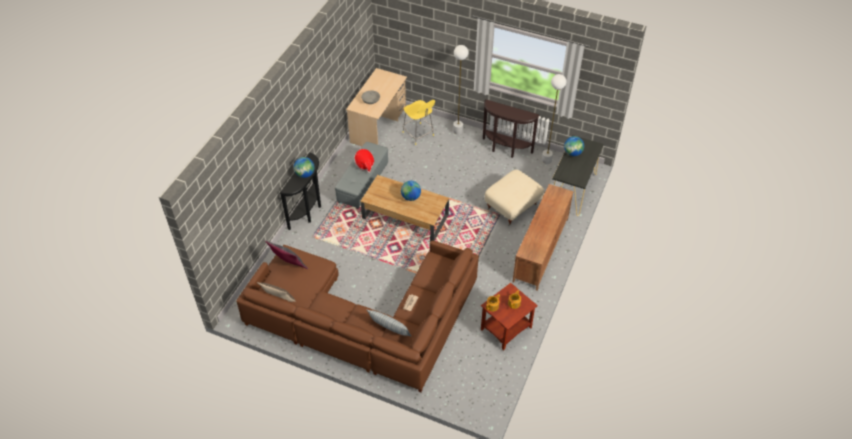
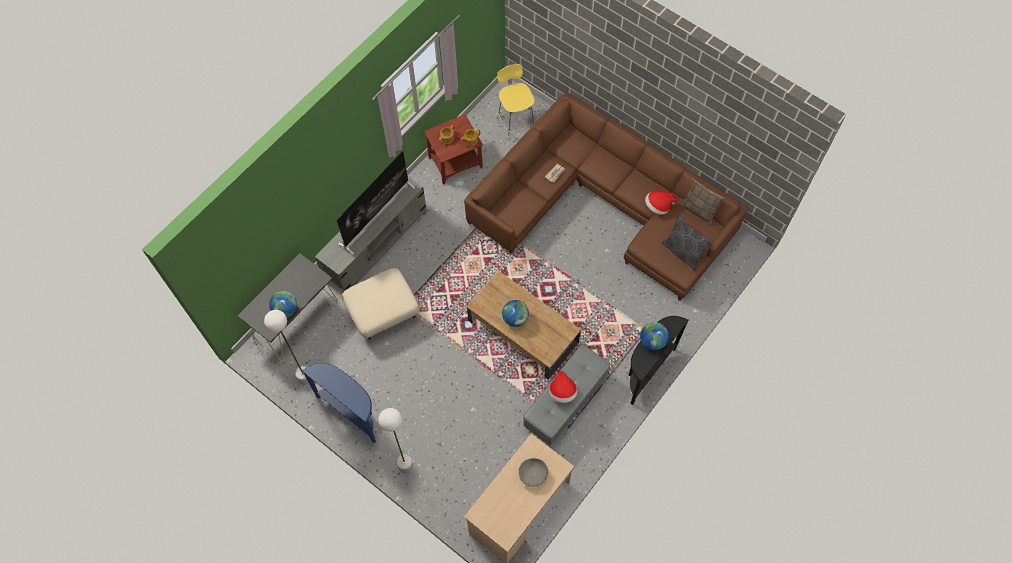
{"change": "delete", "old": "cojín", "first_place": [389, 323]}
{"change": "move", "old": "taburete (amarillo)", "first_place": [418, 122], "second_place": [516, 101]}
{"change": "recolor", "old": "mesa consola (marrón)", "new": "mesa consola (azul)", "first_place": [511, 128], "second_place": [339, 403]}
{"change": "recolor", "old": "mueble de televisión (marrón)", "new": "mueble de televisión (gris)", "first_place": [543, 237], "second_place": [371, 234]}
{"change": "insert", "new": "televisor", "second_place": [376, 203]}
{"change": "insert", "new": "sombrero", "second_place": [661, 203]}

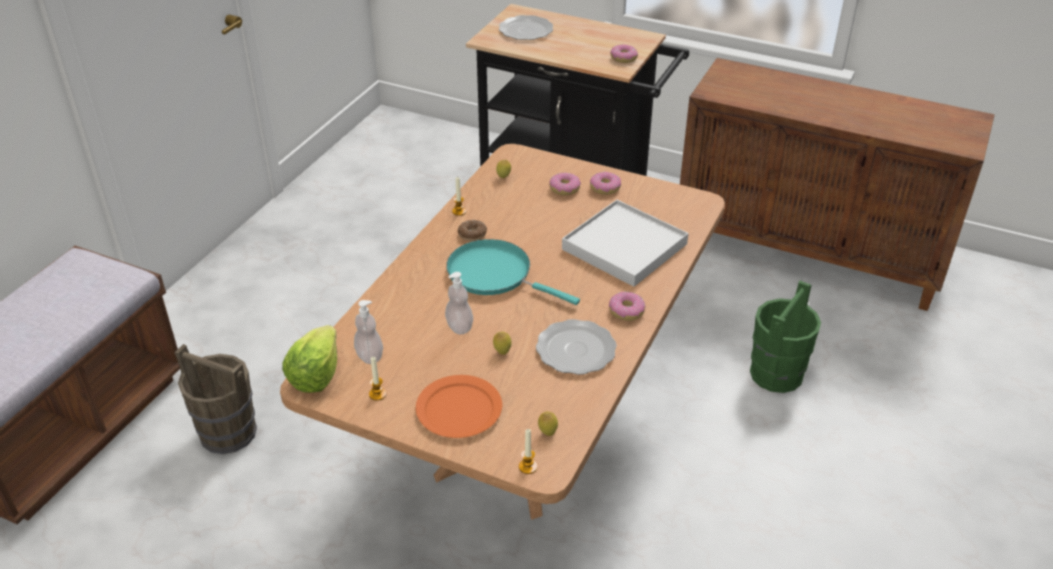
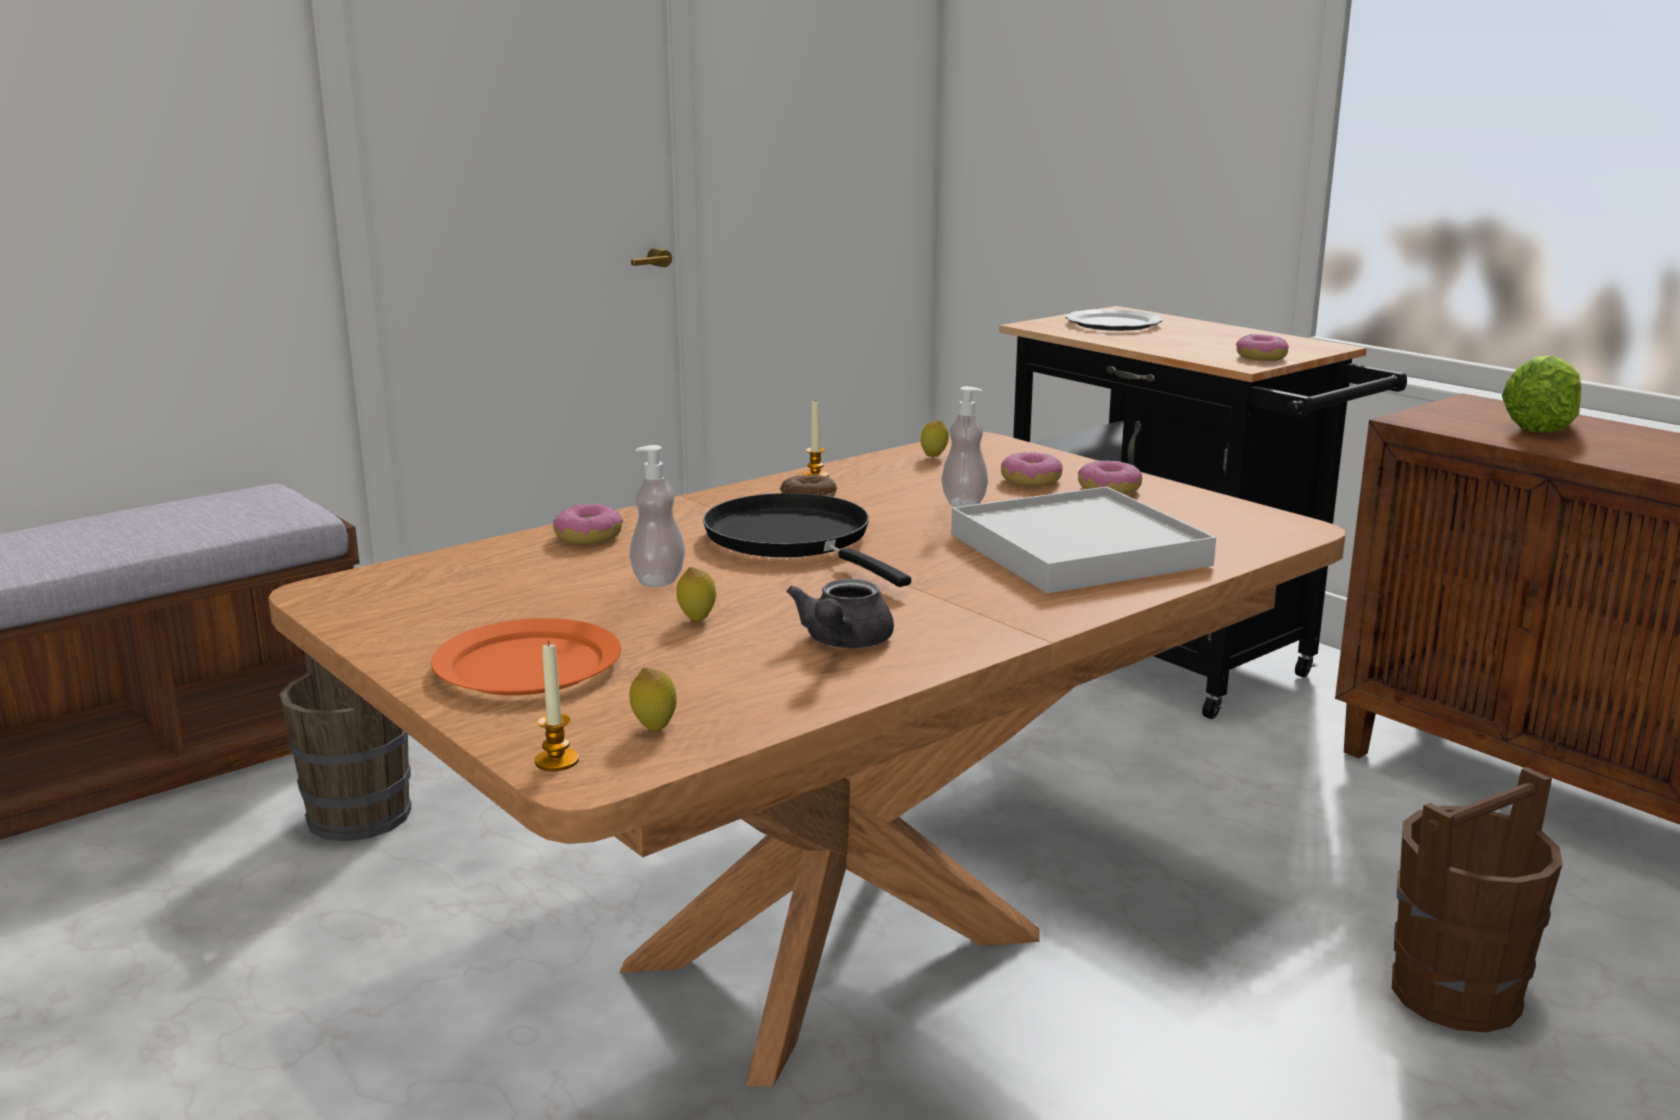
{"change": "move", "old": "lechuga", "first_place": [309, 359], "second_place": [1541, 393]}
{"change": "move", "old": "dispensador de jabón", "first_place": [368, 332], "second_place": [964, 446]}
{"change": "delete", "old": "vela", "first_place": [377, 379]}
{"change": "recolor", "old": "sartén (turquesa)", "new": "sartén (negro)", "first_place": [513, 272], "second_place": [807, 540]}
{"change": "replace", "old": "plato", "new": "tetera (gris)", "first_place": [576, 347], "second_place": [840, 613]}
{"change": "move", "old": "rosquilla", "first_place": [627, 306], "second_place": [588, 524]}
{"change": "recolor", "old": "cubo (verde)", "new": "cubo (marrón)", "first_place": [785, 336], "second_place": [1477, 899]}

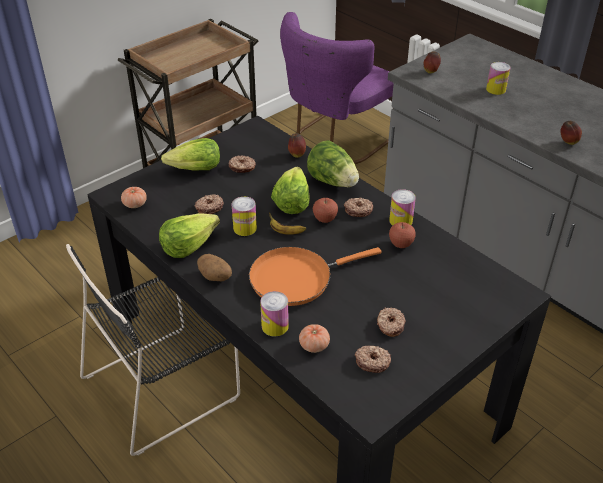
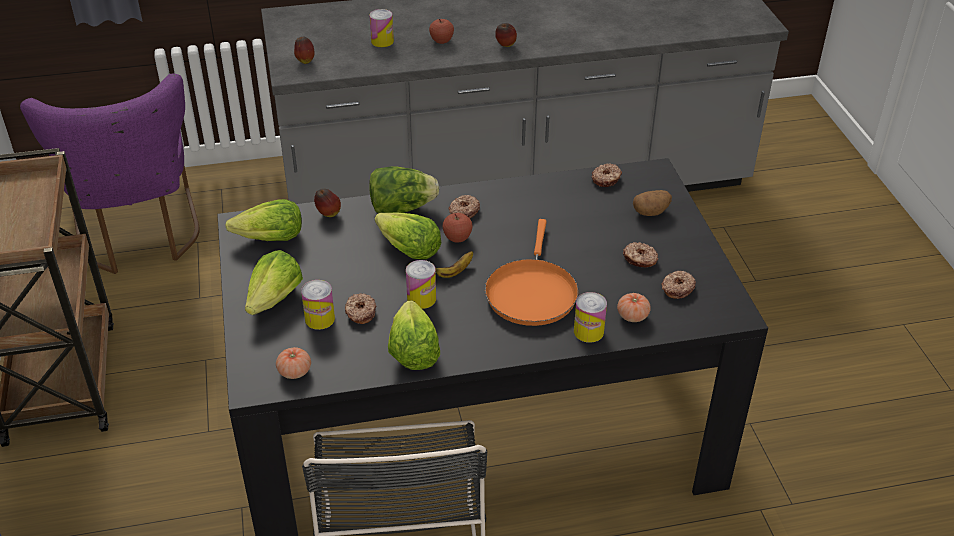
{"change": "move", "old": "patata", "first_place": [214, 267], "second_place": [652, 203]}
{"change": "move", "old": "rosquilla", "first_place": [242, 164], "second_place": [607, 175]}
{"change": "move", "old": "lata", "first_place": [402, 207], "second_place": [318, 305]}
{"change": "move", "old": "manzana", "first_place": [402, 235], "second_place": [441, 31]}
{"change": "insert", "new": "lechuga", "second_place": [263, 220]}

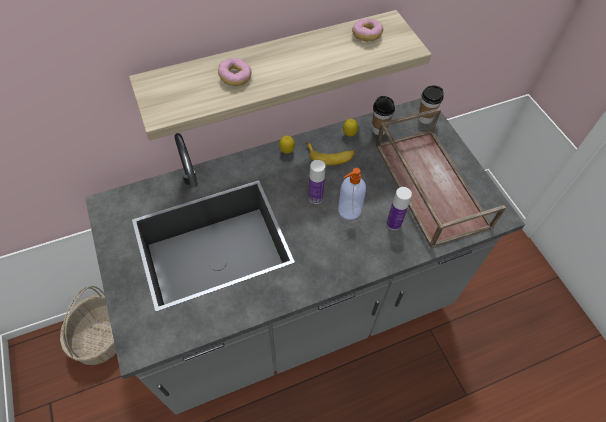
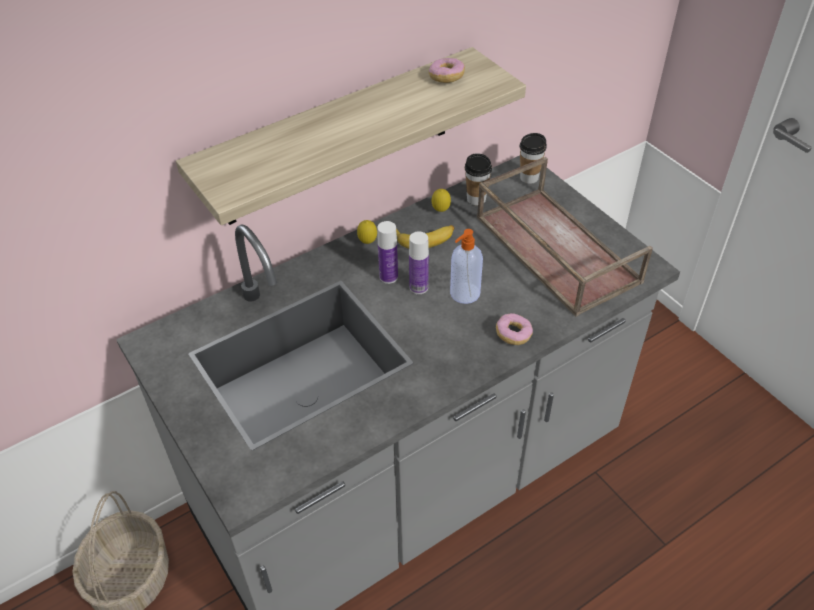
{"change": "move", "old": "rosquilla", "first_place": [235, 72], "second_place": [514, 329]}
{"change": "move", "old": "botella", "first_place": [399, 208], "second_place": [387, 252]}

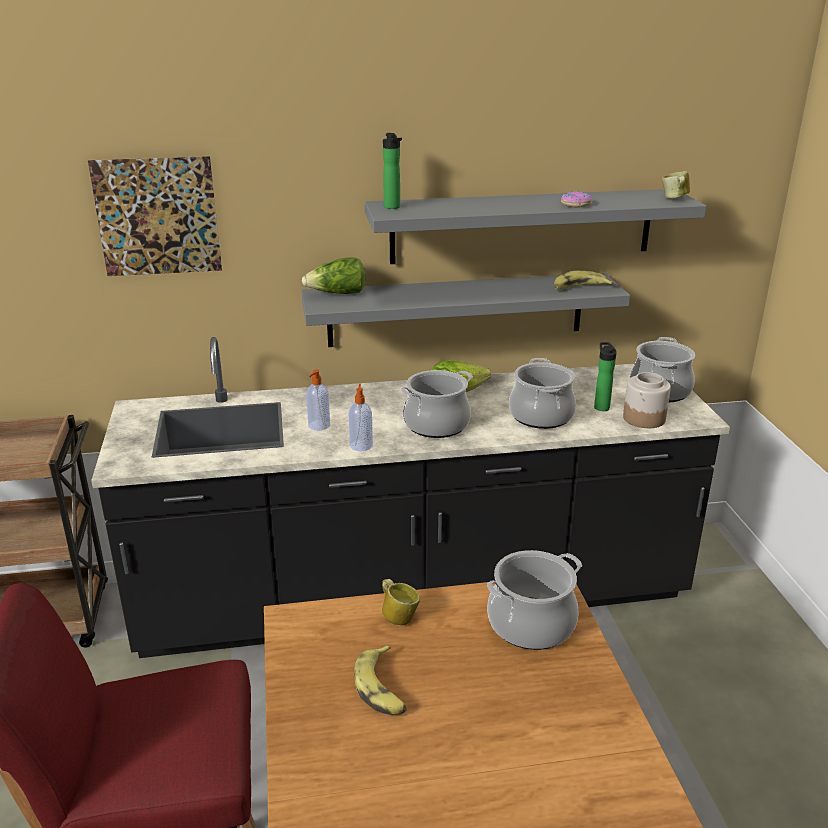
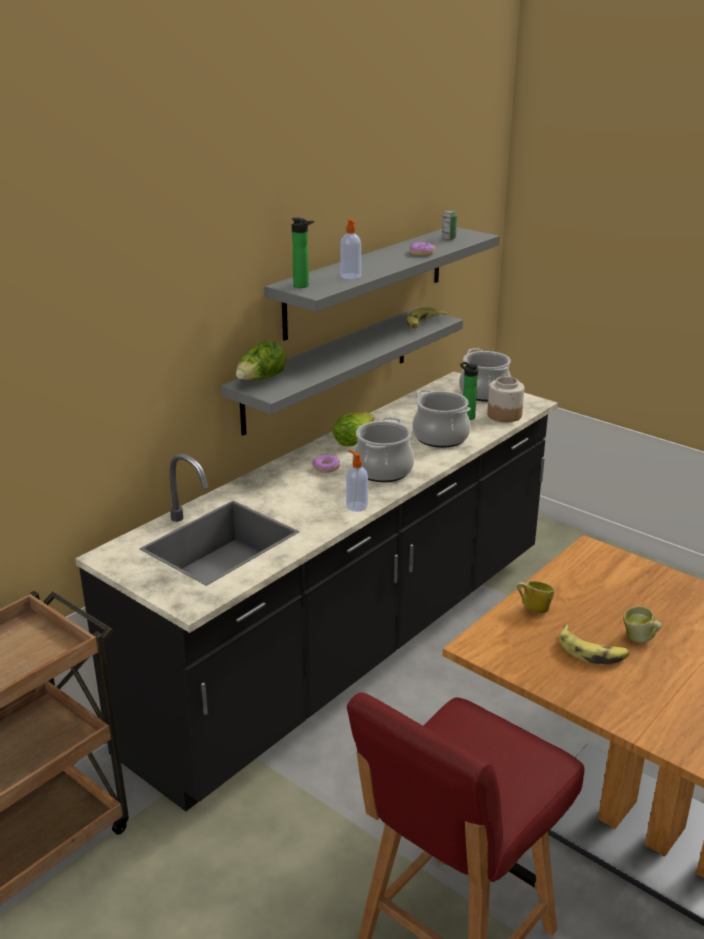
{"change": "delete", "old": "cuadro", "first_place": [155, 216]}
{"change": "move", "old": "dispensador de jabón", "first_place": [318, 400], "second_place": [350, 249]}
{"change": "delete", "old": "olla", "first_place": [534, 600]}
{"change": "move", "old": "taza grande", "first_place": [676, 185], "second_place": [642, 624]}
{"change": "insert", "new": "rosquilla", "second_place": [326, 463]}
{"change": "insert", "new": "lata", "second_place": [449, 225]}

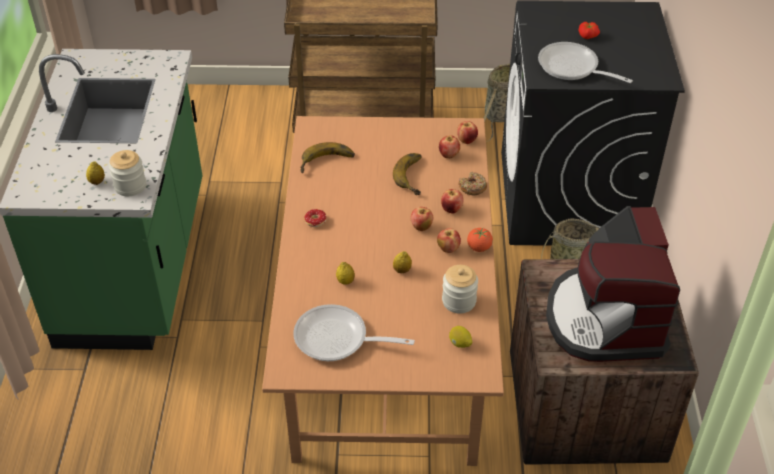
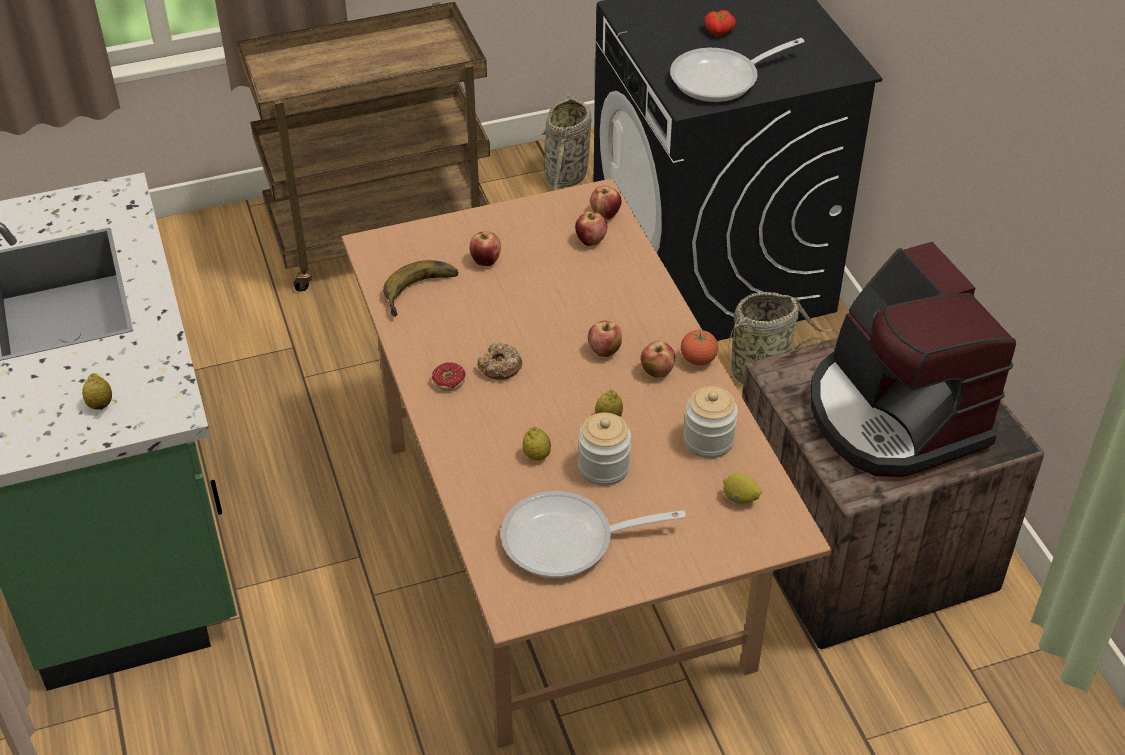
{"change": "move", "old": "tarro", "first_place": [127, 173], "second_place": [604, 449]}
{"change": "delete", "old": "plátano", "first_place": [407, 174]}
{"change": "move", "old": "manzana", "first_place": [452, 201], "second_place": [485, 248]}
{"change": "move", "old": "rosquilla", "first_place": [472, 184], "second_place": [500, 361]}
{"change": "rotate", "old": "sartén", "first_place": [585, 62], "second_place": [737, 70], "degrees": -45}

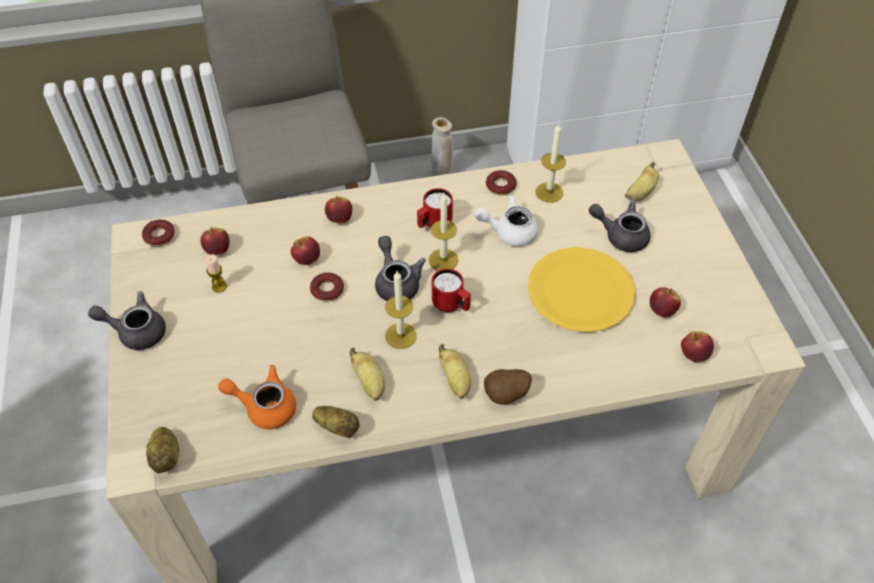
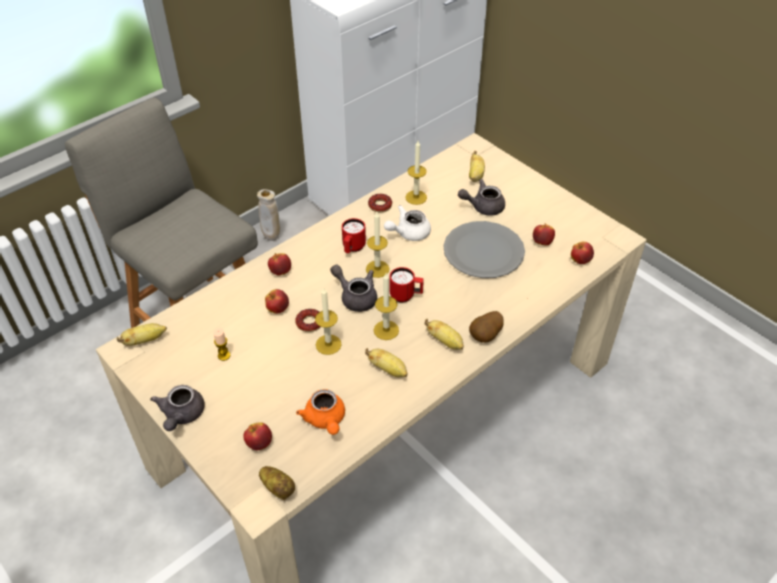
{"change": "rotate", "old": "tetera (gris)", "first_place": [127, 320], "second_place": [177, 408], "degrees": -60}
{"change": "replace", "old": "rosquilla", "new": "plátano", "first_place": [158, 233], "second_place": [142, 334]}
{"change": "move", "old": "manzana", "first_place": [215, 241], "second_place": [257, 436]}
{"change": "rotate", "old": "tetera (naranja)", "first_place": [257, 397], "second_place": [320, 412], "degrees": -90}
{"change": "delete", "old": "patata", "first_place": [336, 422]}
{"change": "recolor", "old": "plato (amarillo)", "new": "plato (gris)", "first_place": [581, 289], "second_place": [484, 249]}
{"change": "insert", "new": "vela", "second_place": [328, 321]}

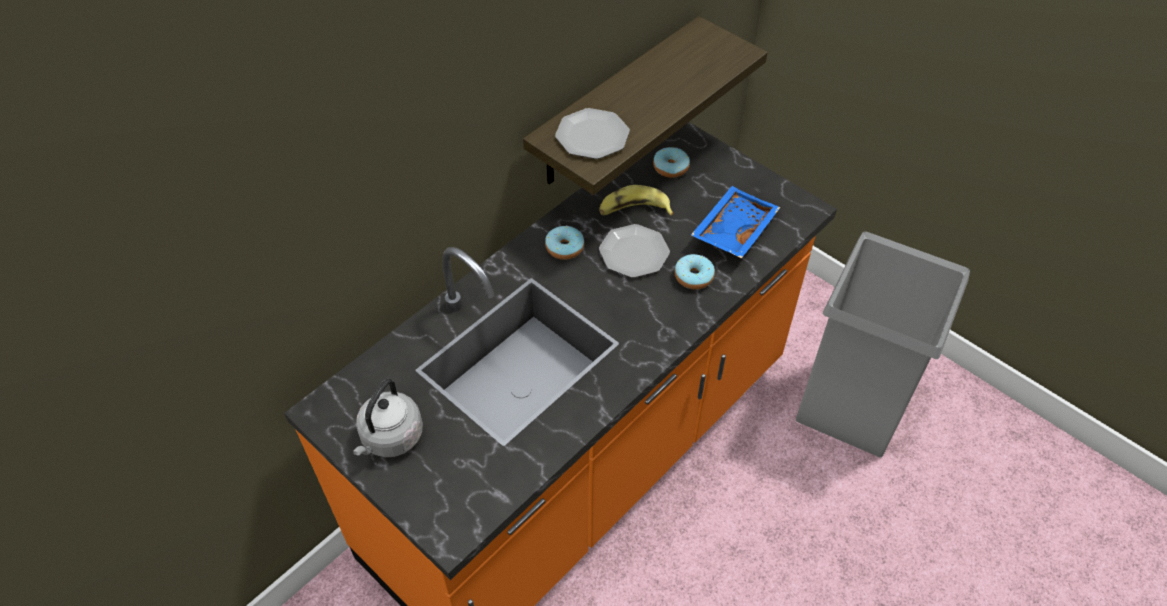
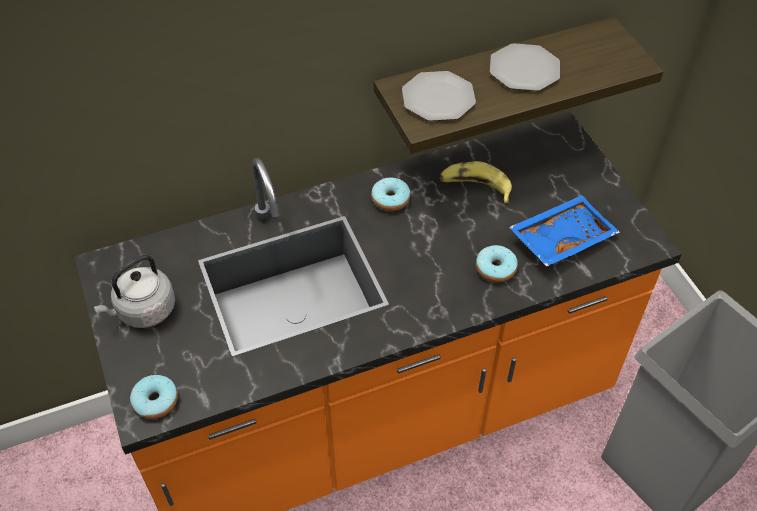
{"change": "move", "old": "plato", "first_place": [634, 251], "second_place": [525, 67]}
{"change": "move", "old": "rosquilla", "first_place": [671, 162], "second_place": [154, 397]}

